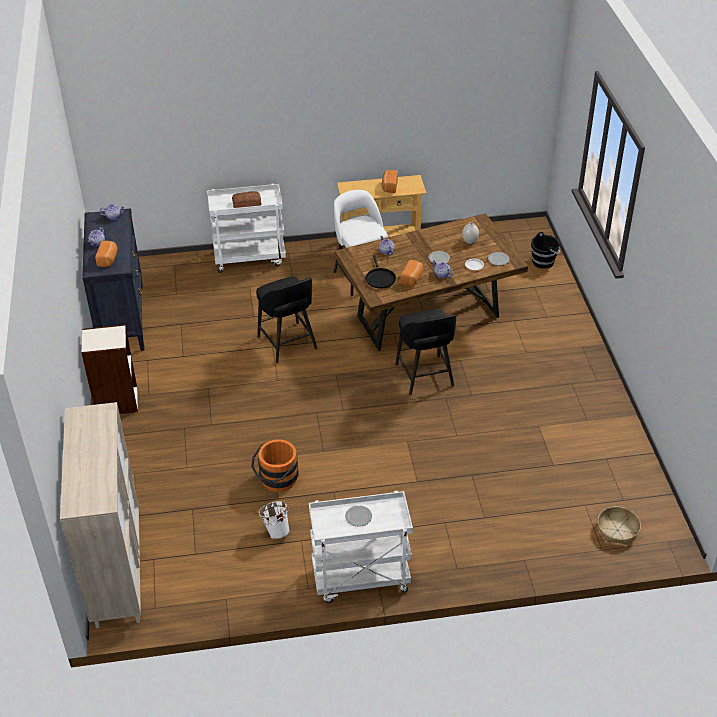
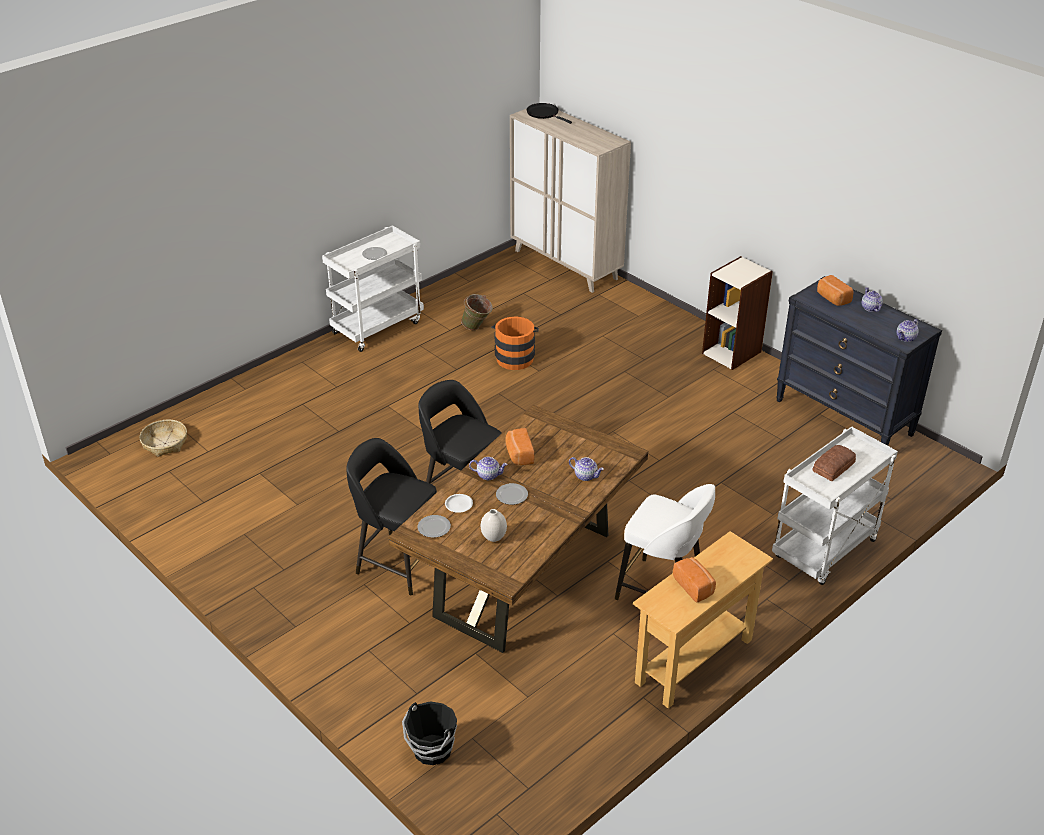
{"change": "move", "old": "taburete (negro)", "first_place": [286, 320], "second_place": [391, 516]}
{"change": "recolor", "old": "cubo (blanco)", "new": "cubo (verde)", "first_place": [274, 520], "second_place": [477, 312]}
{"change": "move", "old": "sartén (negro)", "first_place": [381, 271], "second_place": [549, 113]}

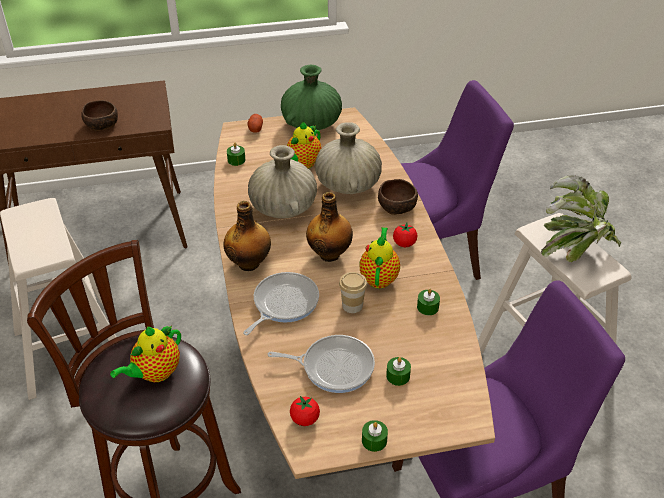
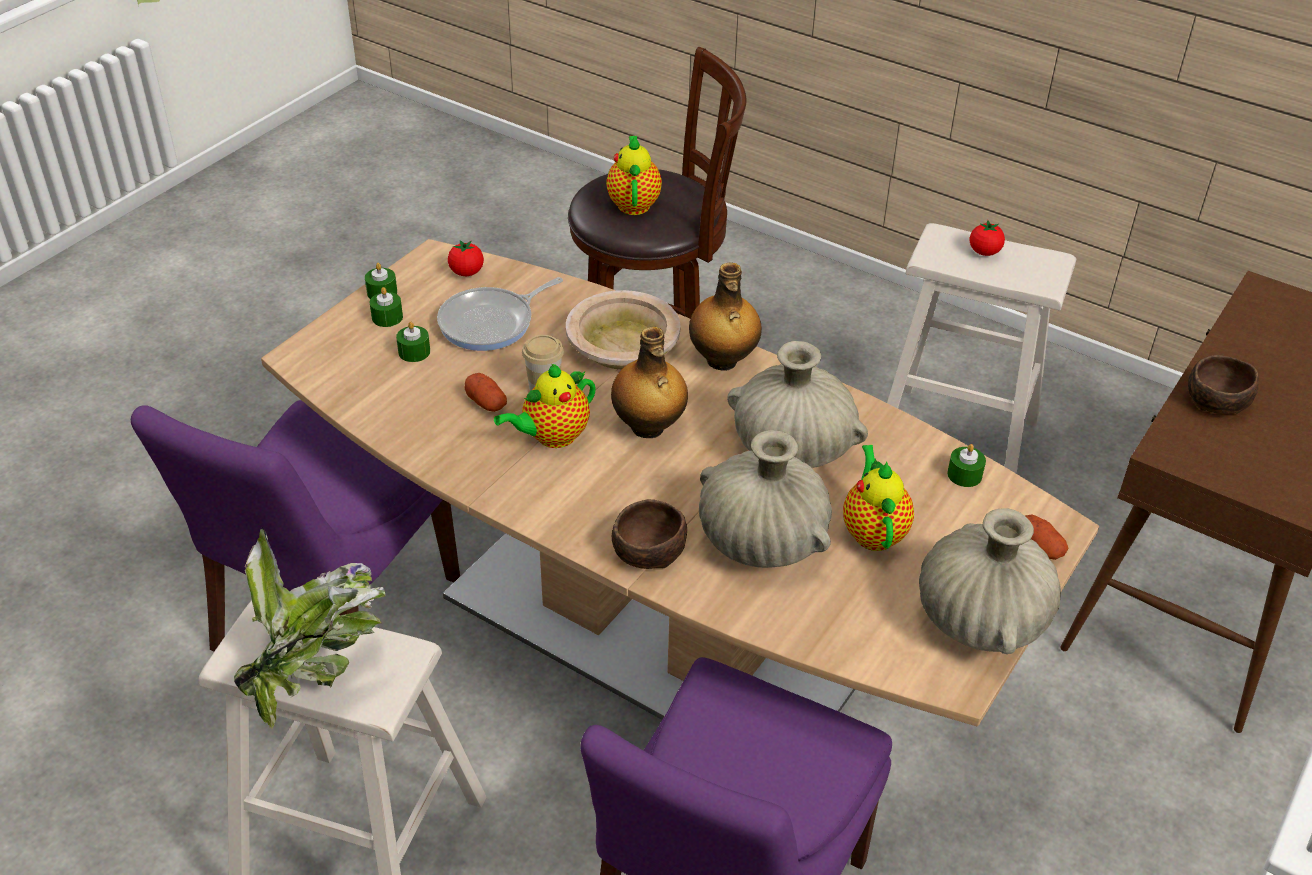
{"change": "replace", "old": "sartén", "new": "cuenco (beis)", "first_place": [281, 303], "second_place": [623, 329]}
{"change": "recolor", "old": "florero (verde)", "new": "florero (beis)", "first_place": [311, 97], "second_place": [990, 581]}
{"change": "rotate", "old": "tetera", "first_place": [379, 257], "second_place": [545, 406], "degrees": 90}
{"change": "move", "old": "tomate", "first_place": [405, 235], "second_place": [987, 238]}
{"change": "move", "old": "vela (verde)", "first_place": [428, 302], "second_place": [386, 307]}
{"change": "insert", "new": "patata", "second_place": [486, 392]}

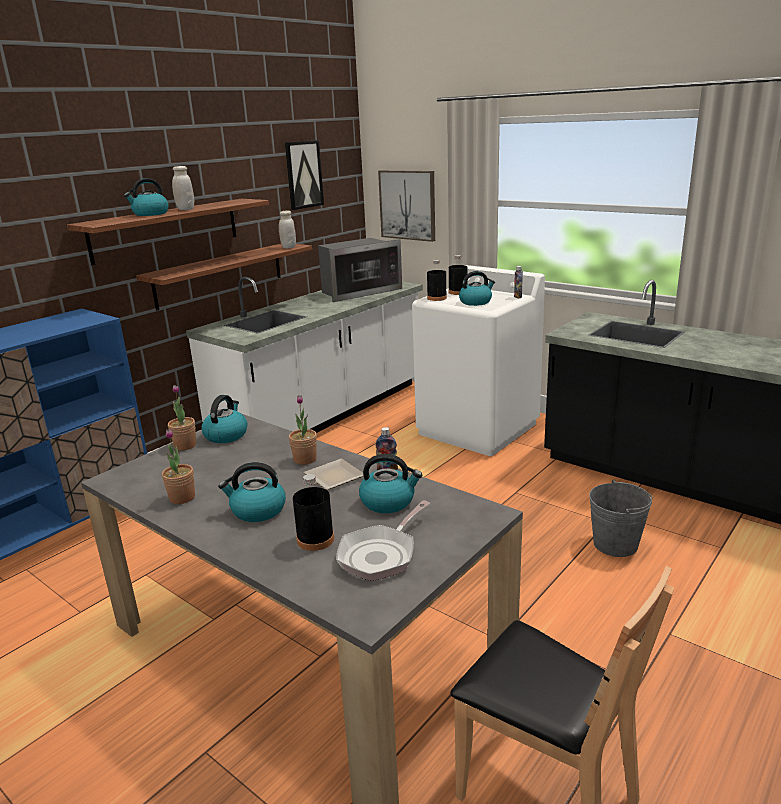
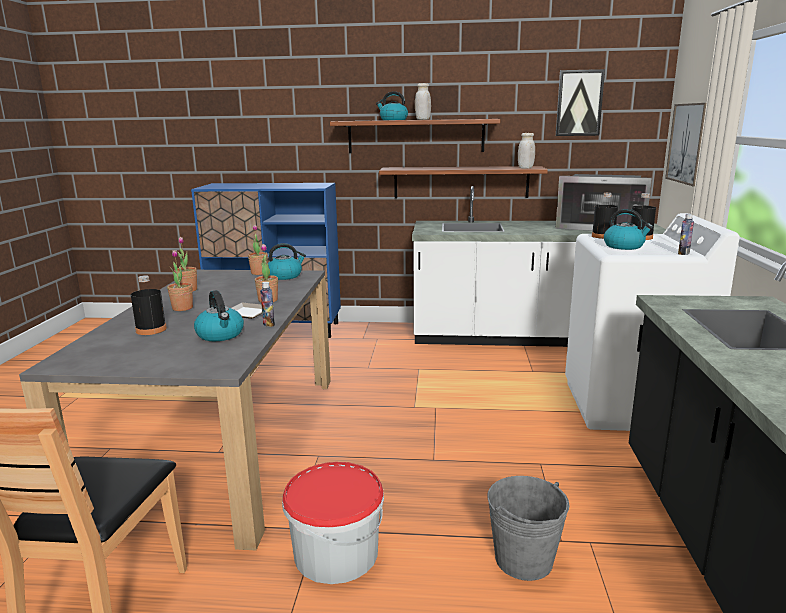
{"change": "replace", "old": "hervidor", "new": "planta en maceta", "first_place": [252, 492], "second_place": [180, 280]}
{"change": "delete", "old": "sartén", "first_place": [383, 541]}
{"change": "insert", "new": "cubo", "second_place": [333, 523]}

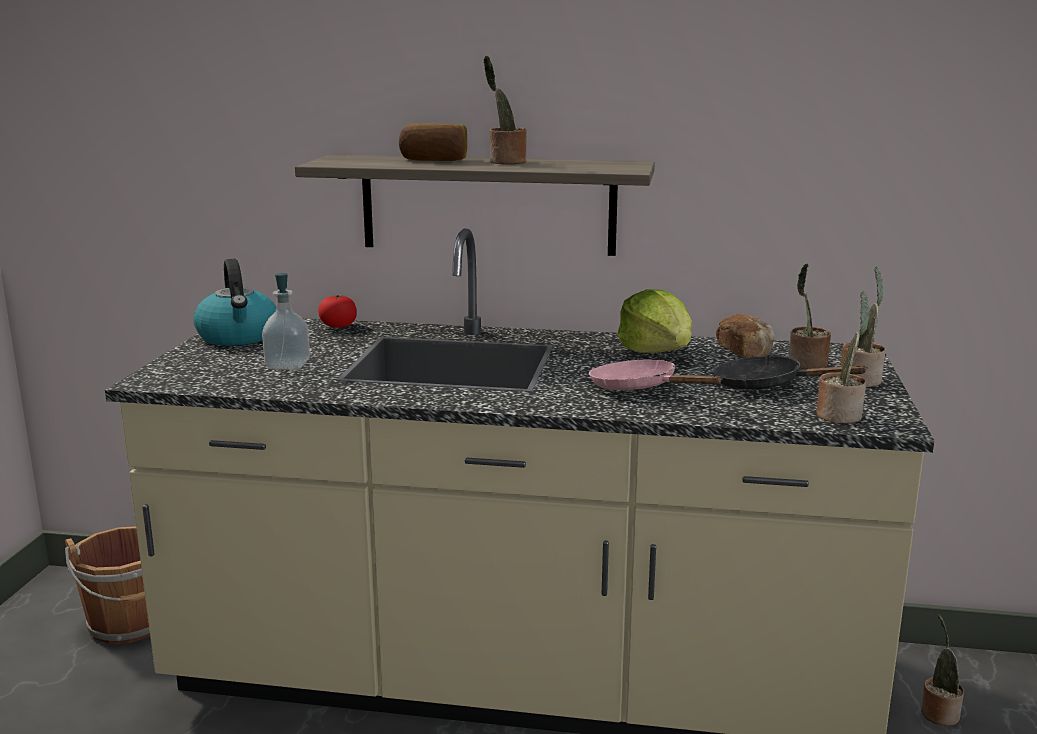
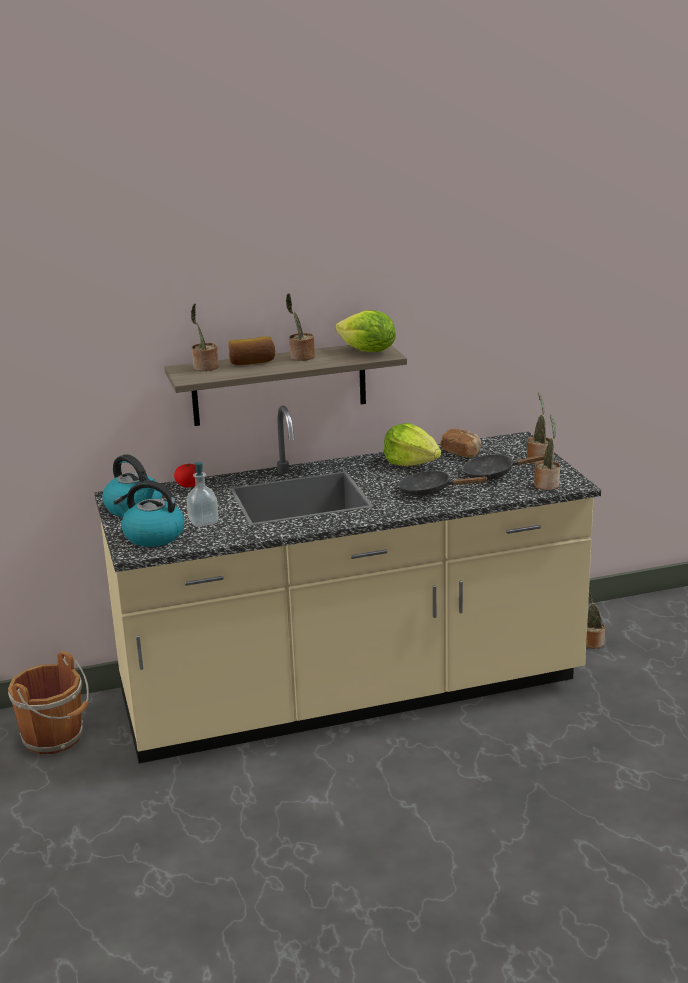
{"change": "recolor", "old": "sartén (rosa)", "new": "sartén (negro)", "first_place": [655, 375], "second_place": [442, 483]}
{"change": "move", "old": "planta en maceta", "first_place": [810, 317], "second_place": [204, 337]}
{"change": "insert", "new": "hervidor", "second_place": [149, 514]}
{"change": "insert", "new": "lechuga", "second_place": [365, 331]}

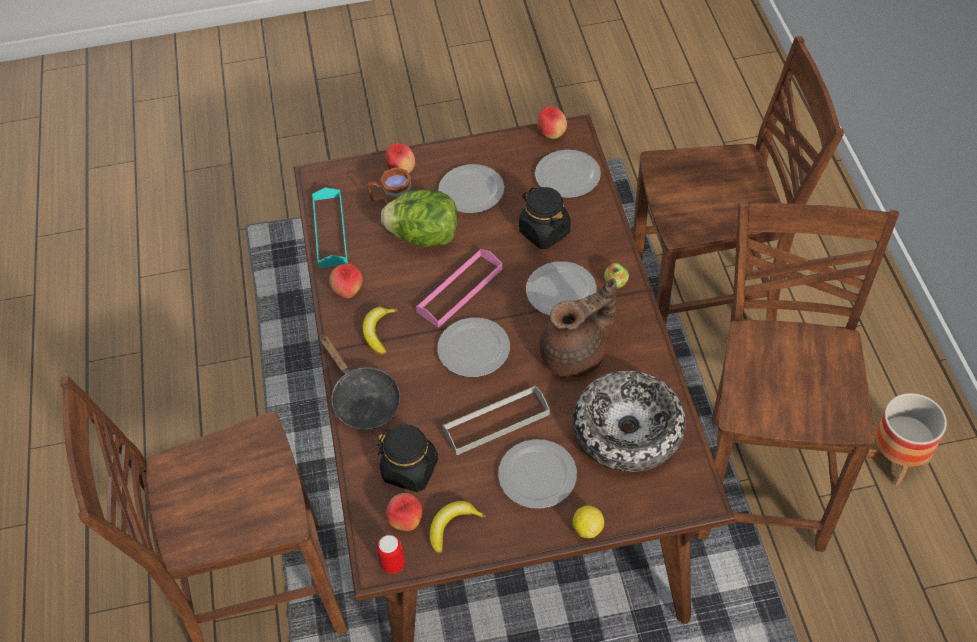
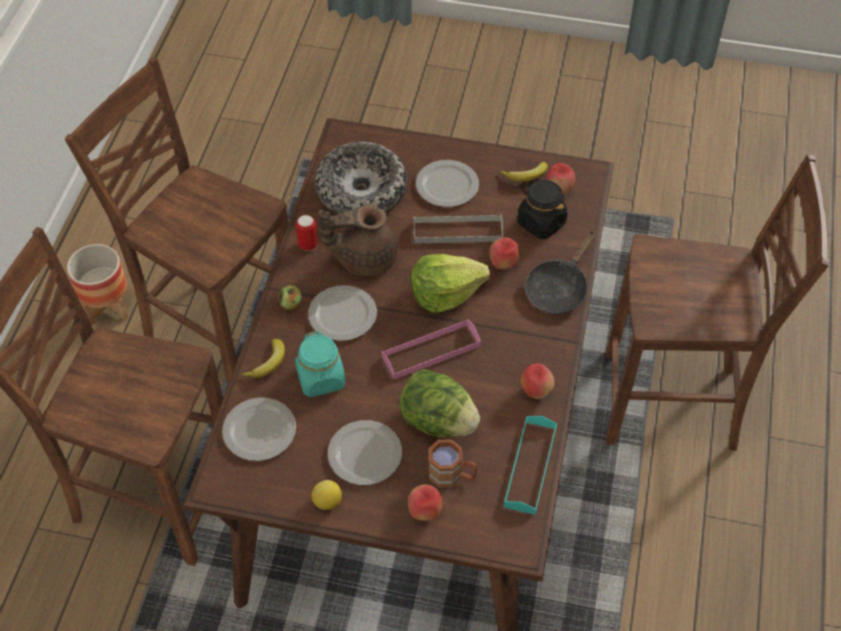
{"change": "rotate", "old": "sartén (negro)", "first_place": [360, 382], "second_place": [560, 271], "degrees": -135}
{"change": "move", "old": "plátano", "first_place": [380, 331], "second_place": [263, 358]}
{"change": "move", "old": "lata", "first_place": [391, 554], "second_place": [307, 233]}
{"change": "replace", "old": "plato", "new": "lechuga", "first_place": [473, 347], "second_place": [450, 283]}
{"change": "recolor", "old": "tarro (negro)", "new": "tarro (turquesa)", "first_place": [545, 218], "second_place": [320, 364]}
{"change": "move", "old": "manzana", "first_place": [552, 123], "second_place": [505, 253]}
{"change": "move", "old": "limón", "first_place": [588, 521], "second_place": [327, 495]}
{"change": "rotate", "old": "silla (marrón)", "first_place": [798, 376], "second_place": [176, 221], "degrees": 90}

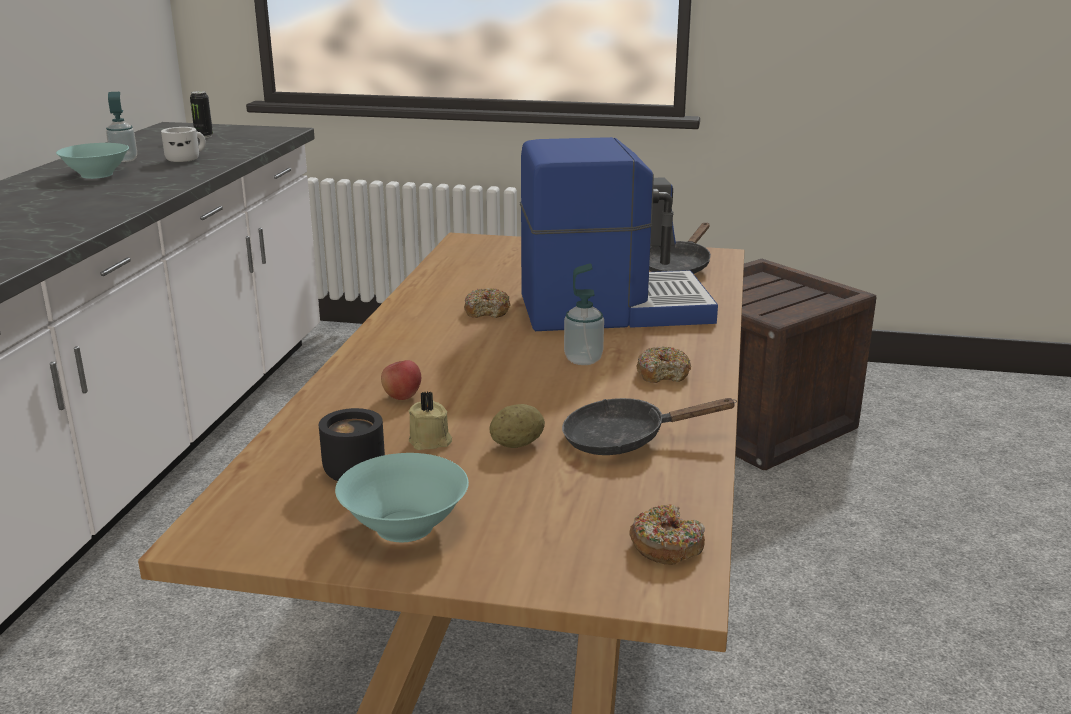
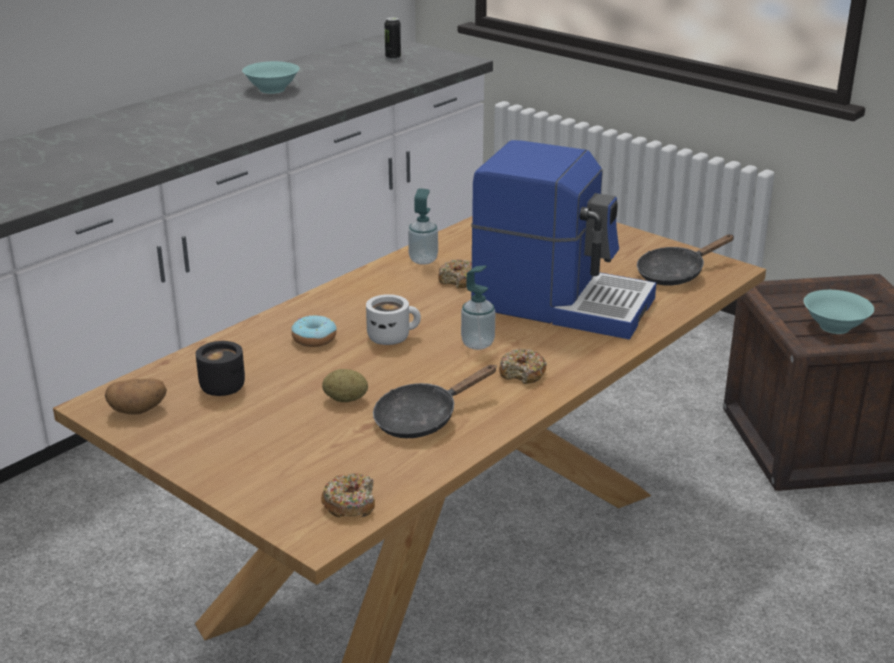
{"change": "move", "old": "dispensador de jabón", "first_place": [121, 127], "second_place": [423, 226]}
{"change": "move", "old": "taza grande (blanco)", "first_place": [183, 144], "second_place": [393, 319]}
{"change": "move", "old": "cuenco (turquesa)", "first_place": [402, 497], "second_place": [839, 312]}
{"change": "replace", "old": "manzana", "new": "rosquilla", "first_place": [401, 380], "second_place": [314, 331]}
{"change": "delete", "old": "vela (beis)", "first_place": [430, 420]}
{"change": "rotate", "old": "sartén (negro)", "first_place": [649, 426], "second_place": [435, 401], "degrees": -60}
{"change": "insert", "new": "patata", "second_place": [136, 396]}

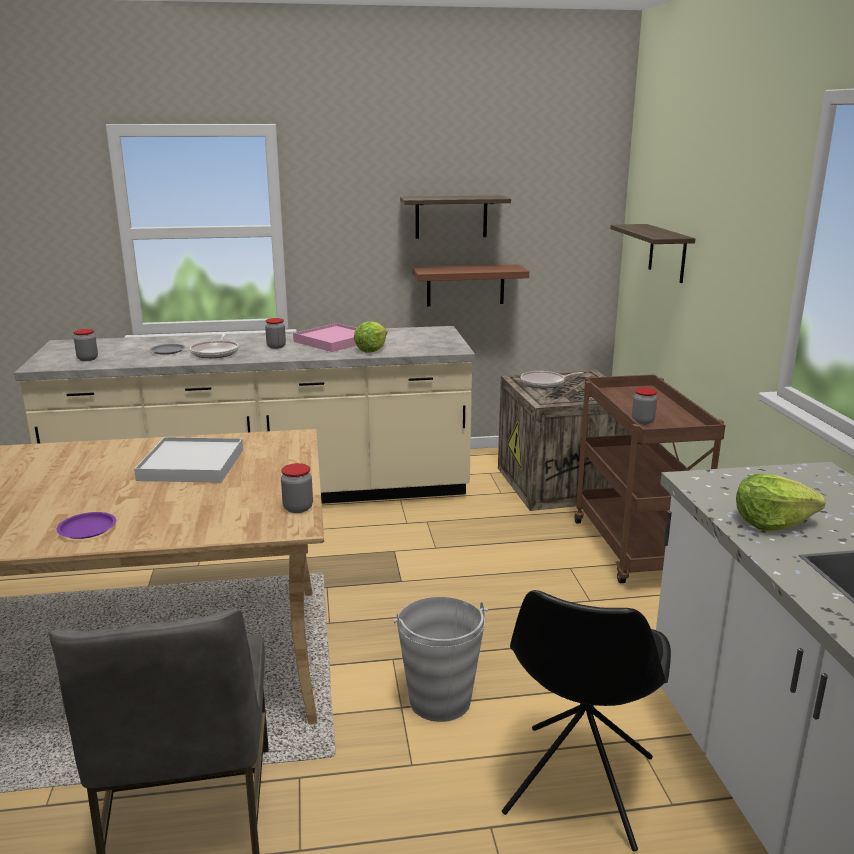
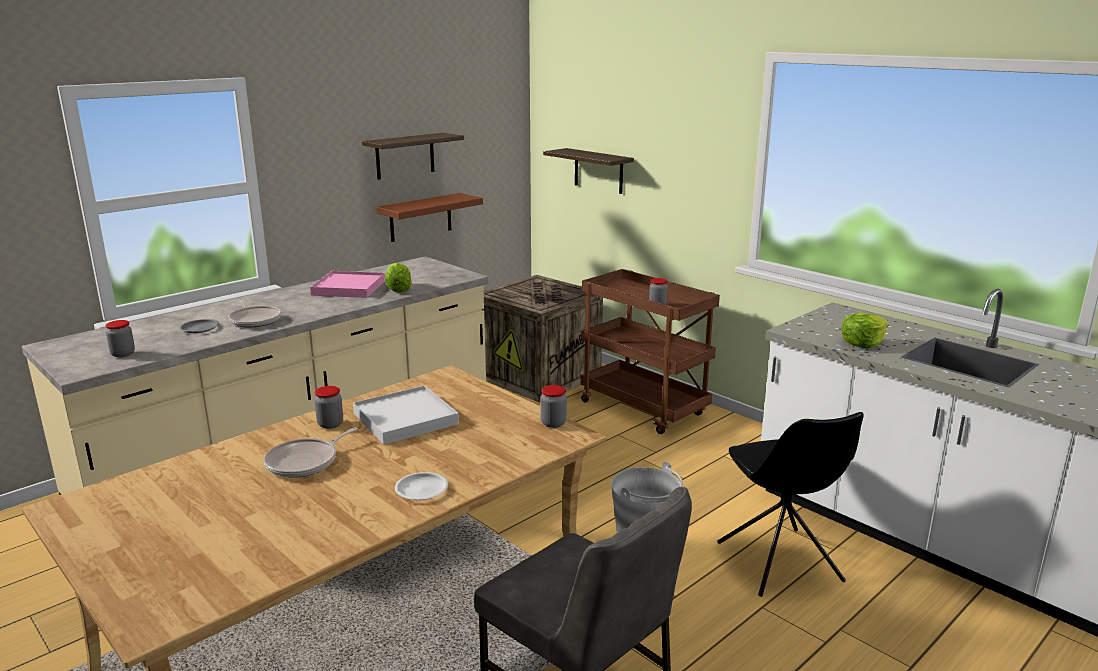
{"change": "recolor", "old": "plato (morado)", "new": "plato (blanco)", "first_place": [86, 525], "second_place": [421, 486]}
{"change": "move", "old": "tarro", "first_place": [275, 333], "second_place": [328, 407]}
{"change": "move", "old": "sartén", "first_place": [552, 379], "second_place": [311, 452]}

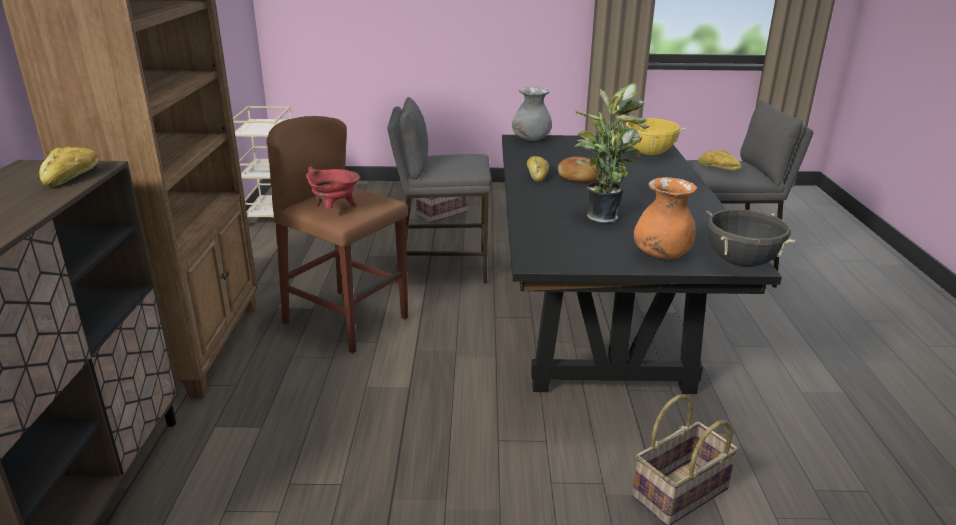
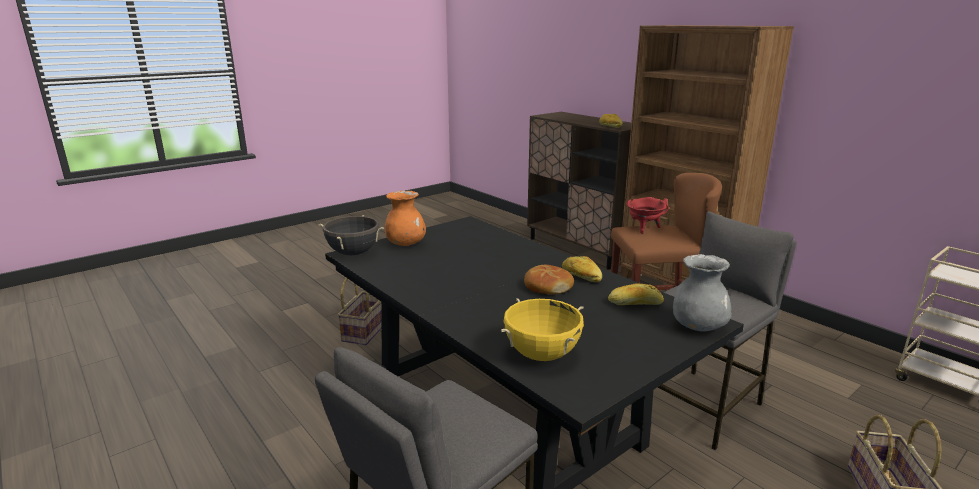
{"change": "delete", "old": "planta en maceta", "first_place": [612, 153]}
{"change": "move", "old": "pan", "first_place": [719, 160], "second_place": [636, 294]}

